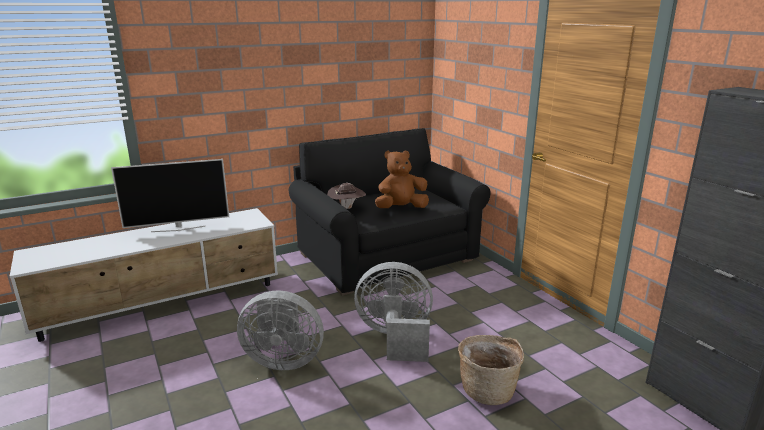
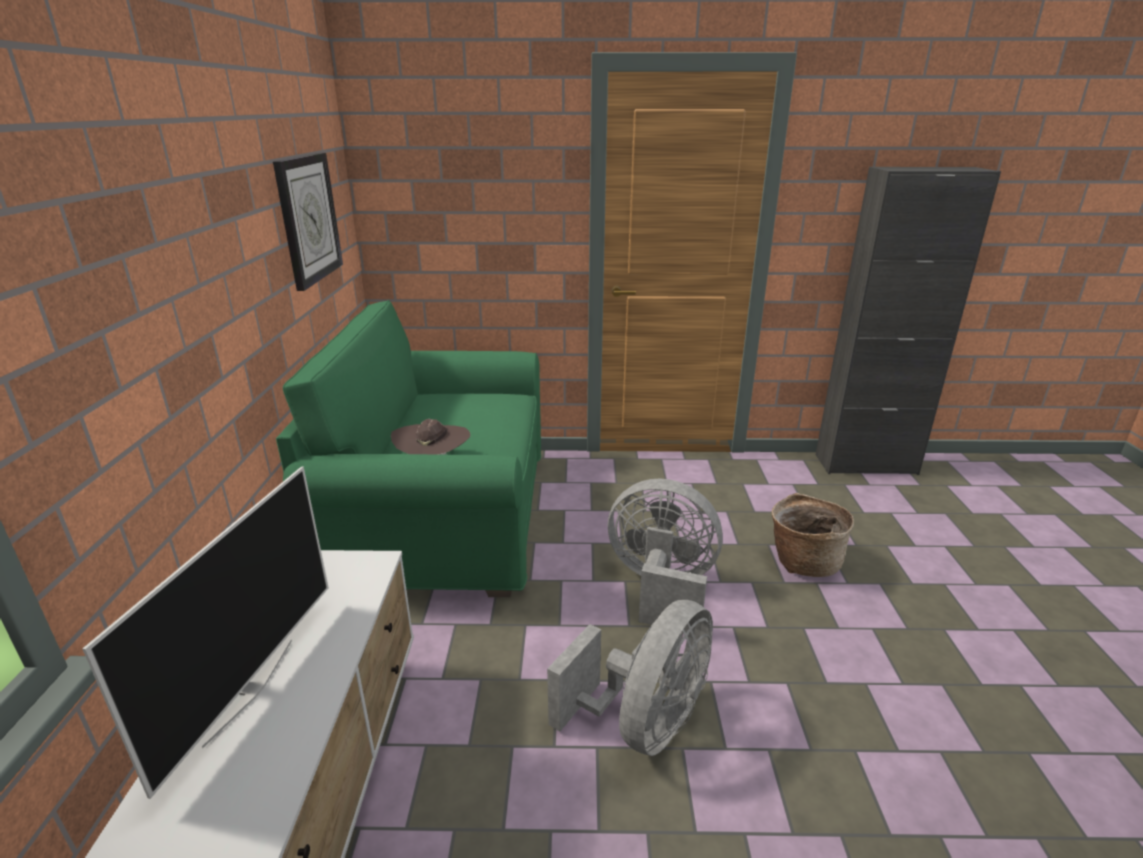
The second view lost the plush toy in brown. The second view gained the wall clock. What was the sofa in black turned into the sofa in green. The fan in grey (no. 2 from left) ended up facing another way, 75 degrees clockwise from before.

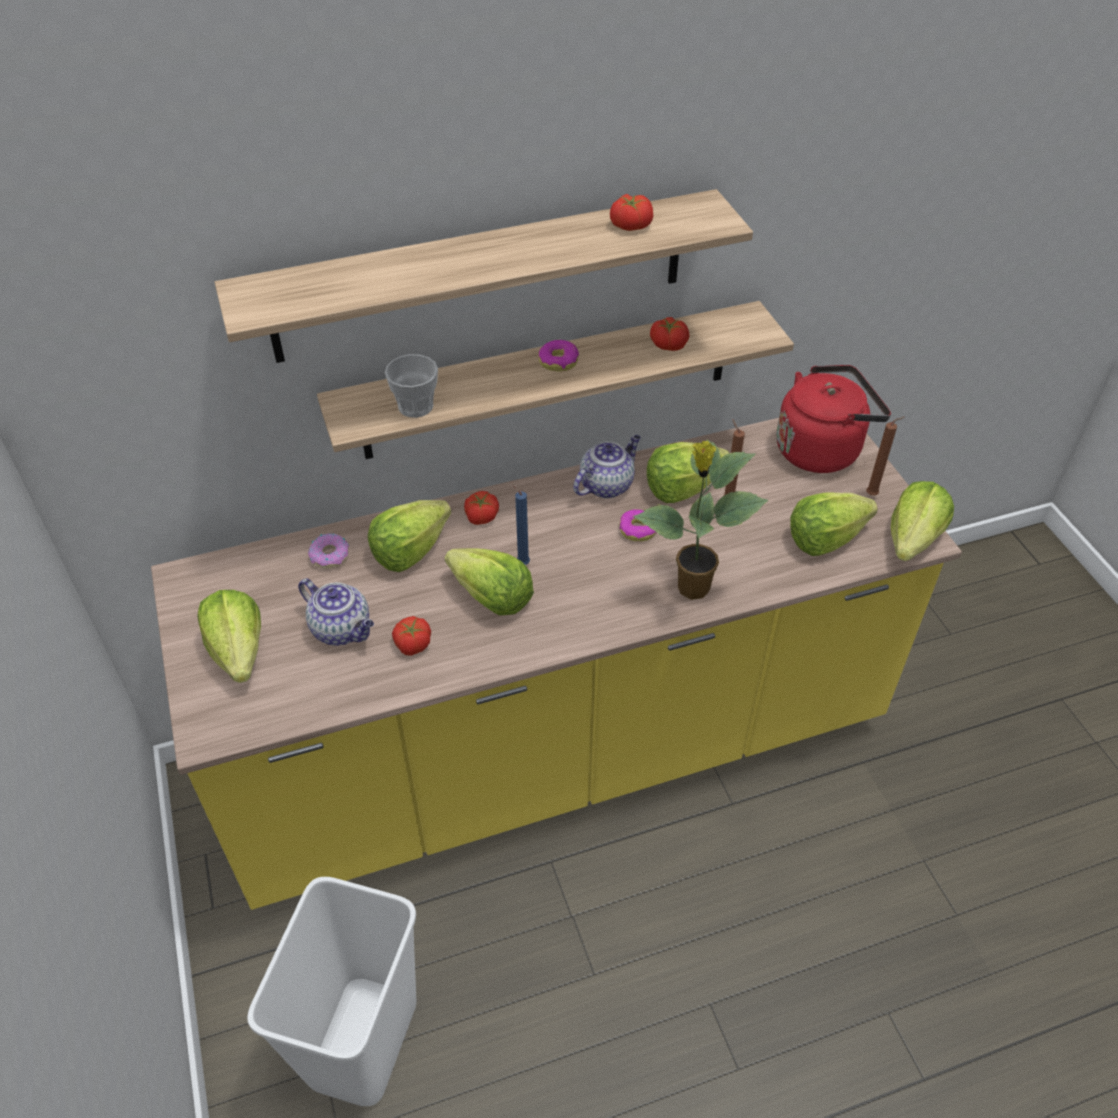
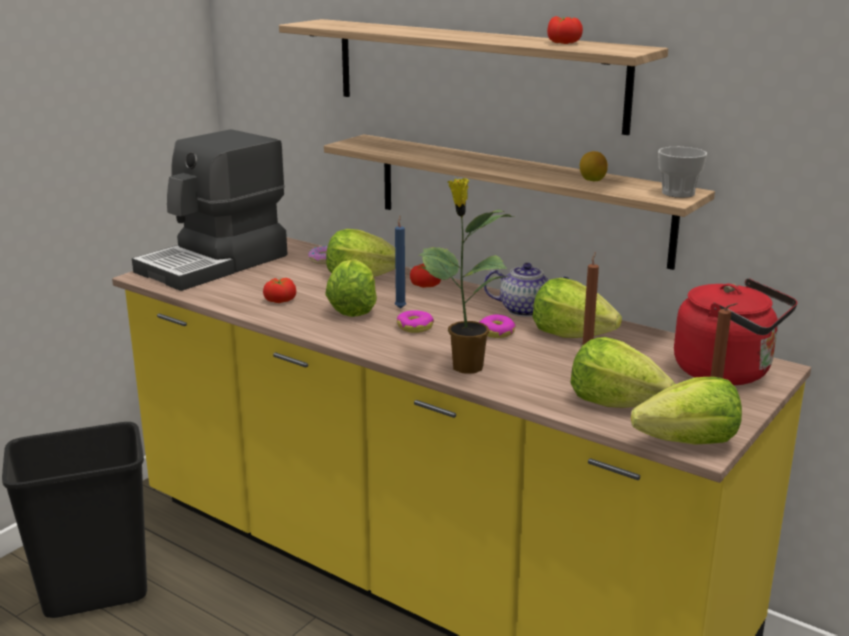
The second view lost the teapot (no. 1 from left). The cup ended up elsewhere. The donut (no. 2 from left) ended up elsewhere. Where the lettuce (no. 1 from left) stood, the coffee machine came to stand. Where the tomato (no. 4 from left) stood, the lemon came to stand. What was the trash can in white turned into the trash can in black.

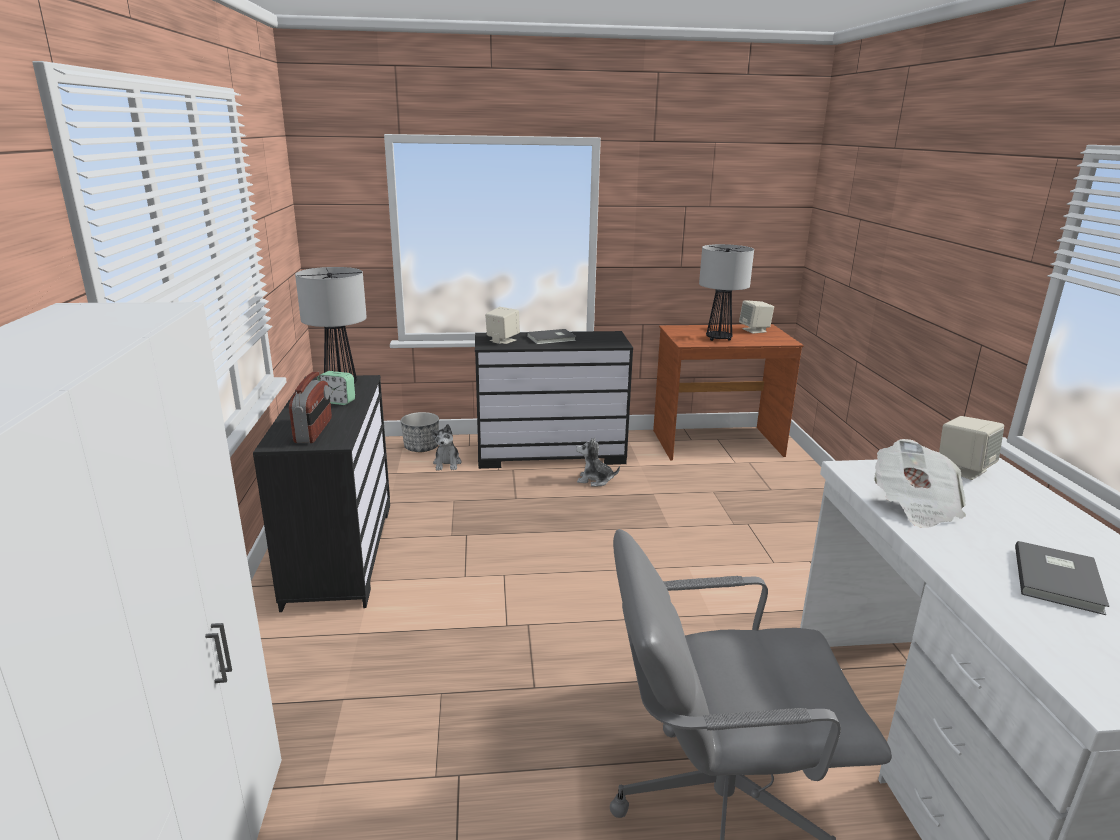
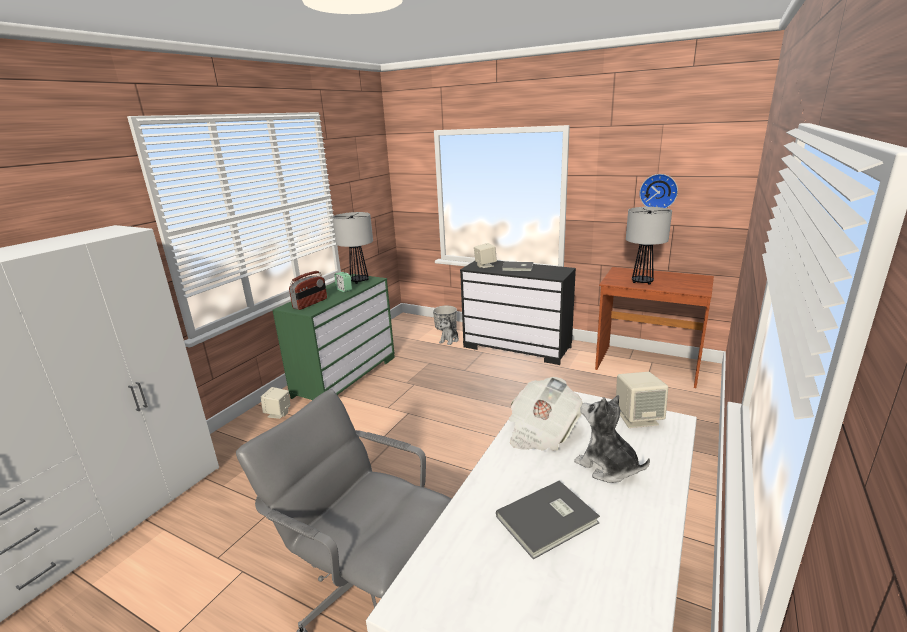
The second view gained the wall clock. The plush toy (no. 2 from left) ended up elsewhere. The speaker in beige (no. 2 from left in the first image) ended up elsewhere. What was the dresser in black (no. 1 from left) turned into the dresser in green.

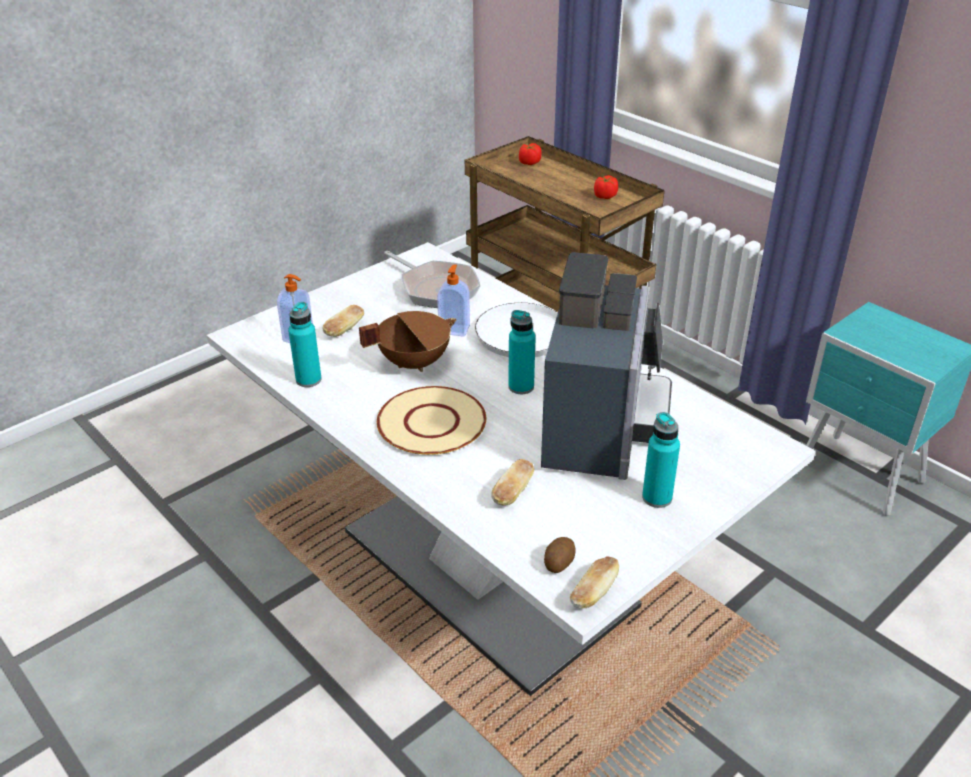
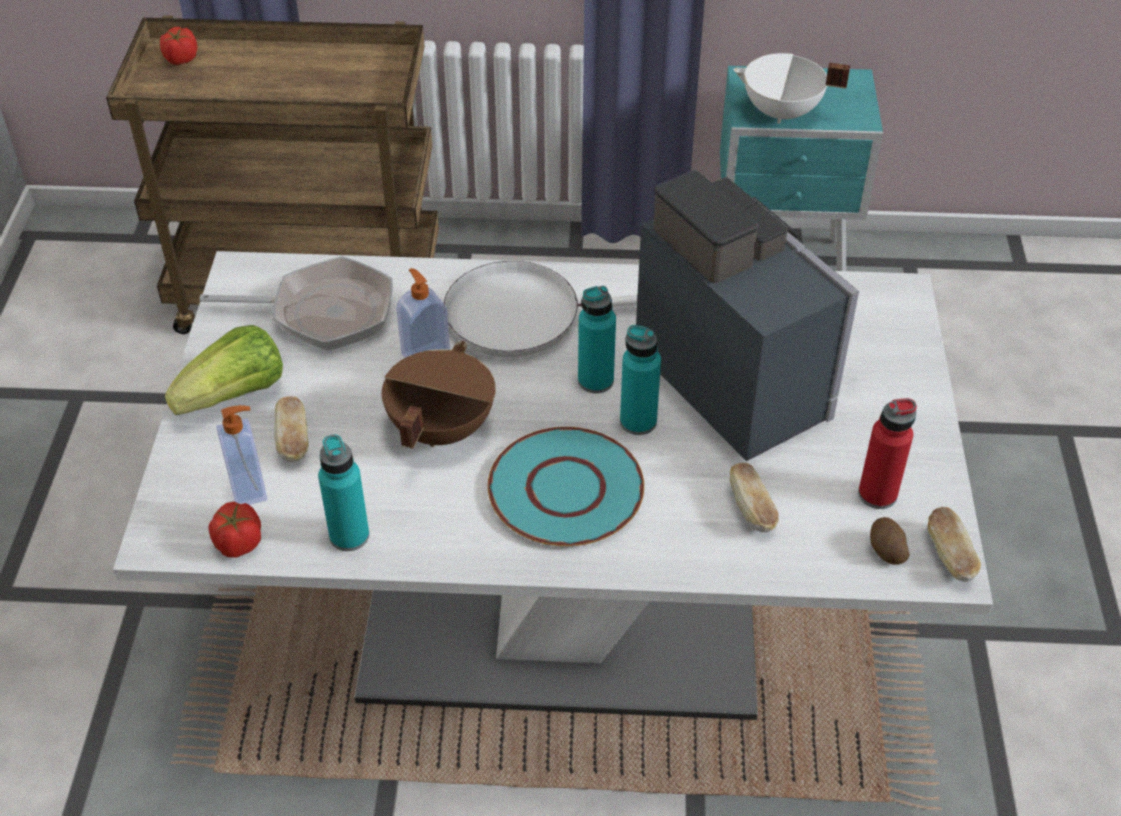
The second view gained the lettuce. The second view gained the cooking pot in white. The second view gained the bottle in red. The tomato (no. 2 from left) ended up elsewhere. The bottle in turquoise (no. 3 from left) ended up elsewhere. What was the plate in beige turned into the plate in turquoise.

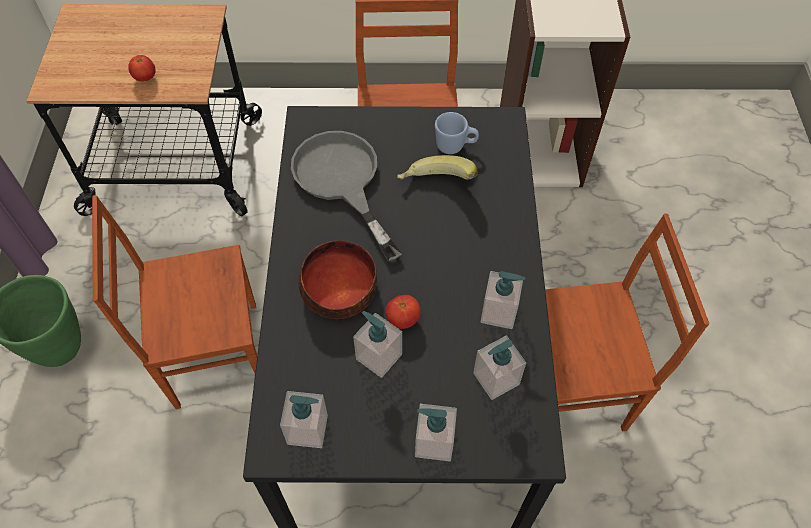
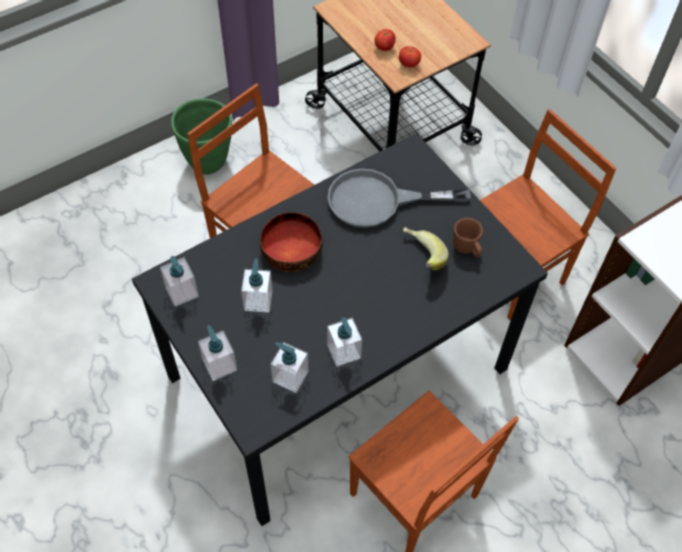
The tomato (no. 2 from left) ended up elsewhere. What was the mug in blue turned into the mug in brown. The frying pan in grey ended up facing another way, 120 degrees counterclockwise from before.

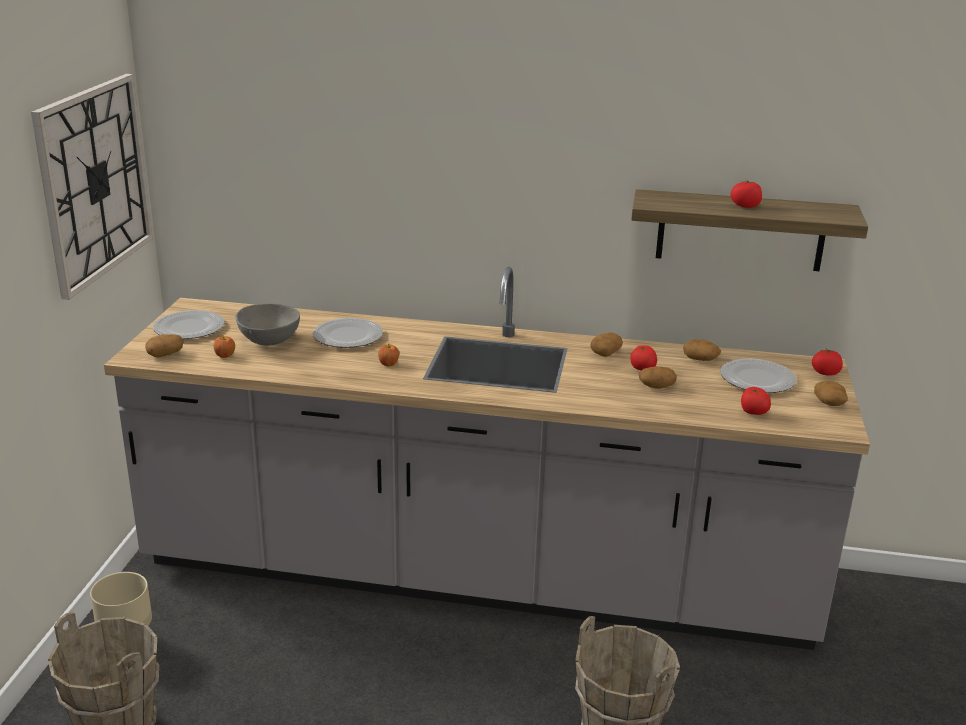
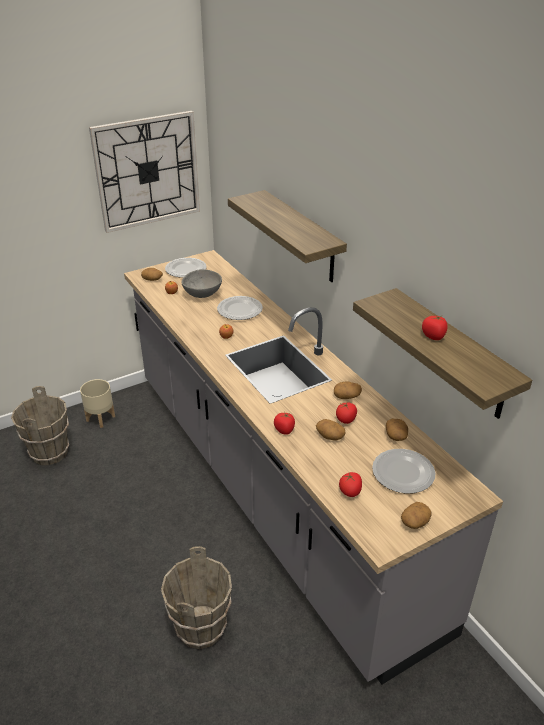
The second view gained the shelf (no. 1 from left). The tomato (no. 4 from left in the first image) ended up elsewhere.

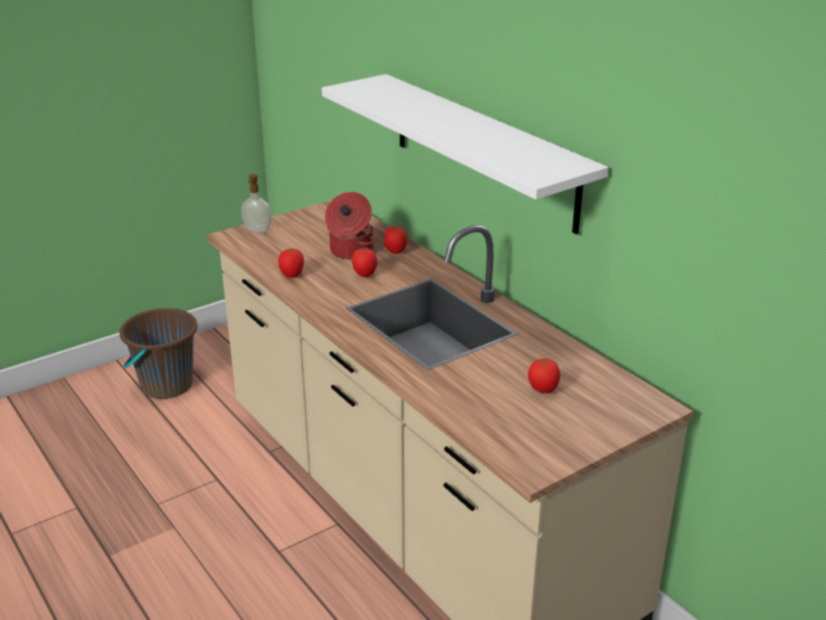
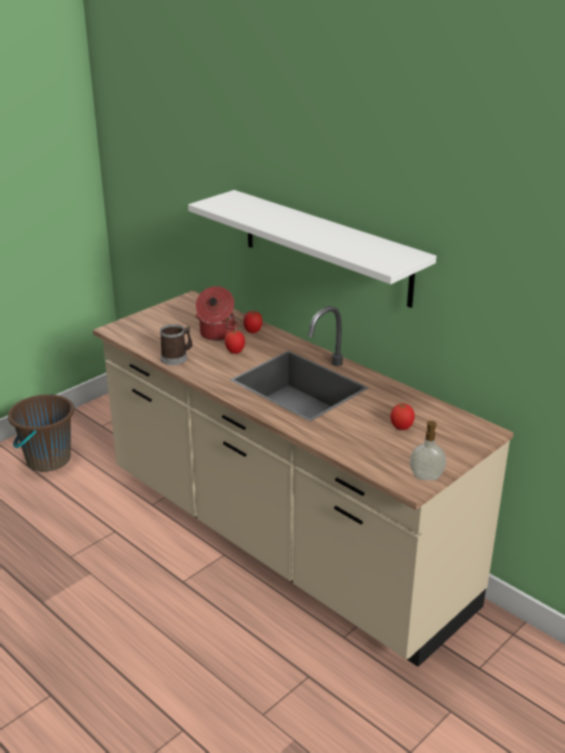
The soap dispenser ended up elsewhere. Where the tomato (no. 1 from left) stood, the mug came to stand.

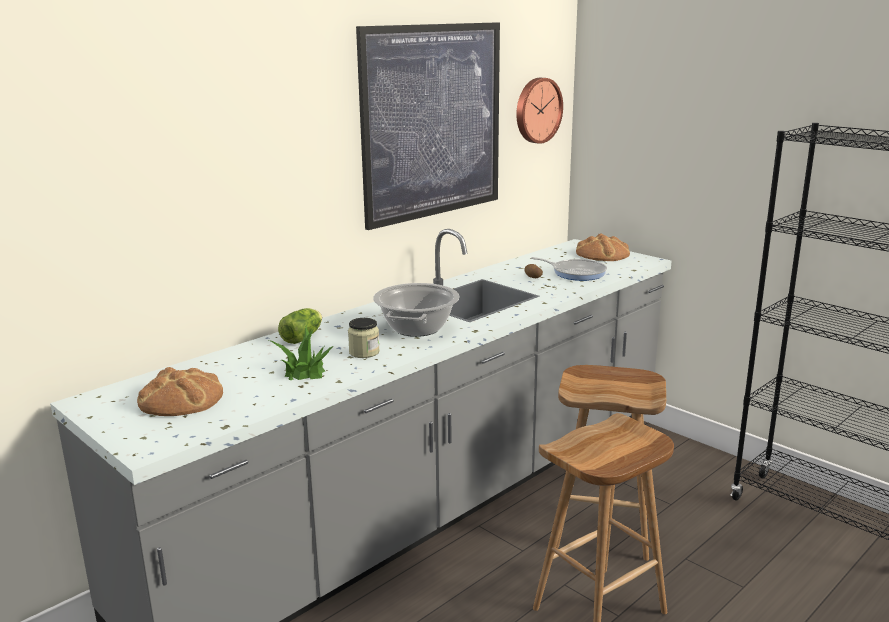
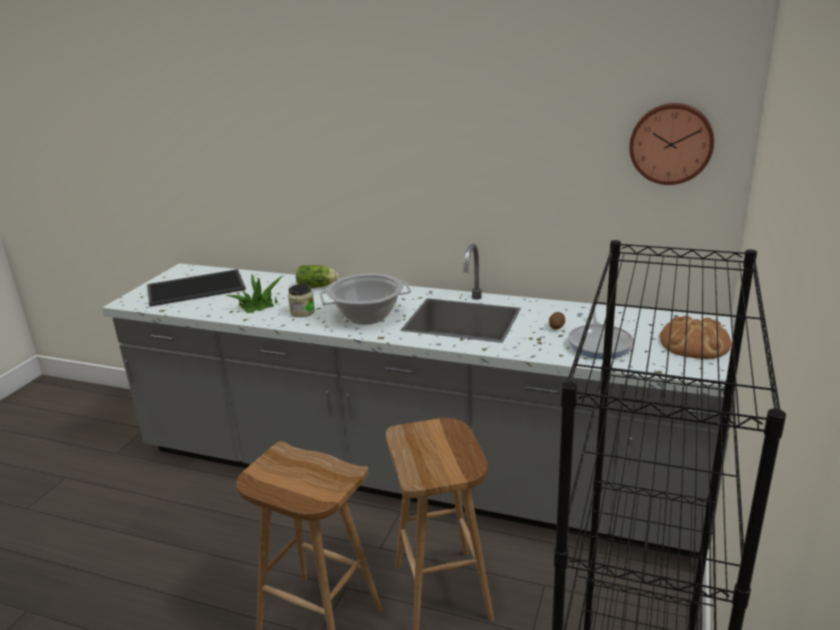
The second view lost the picture. Where the bread (no. 1 from left) stood, the tray came to stand.

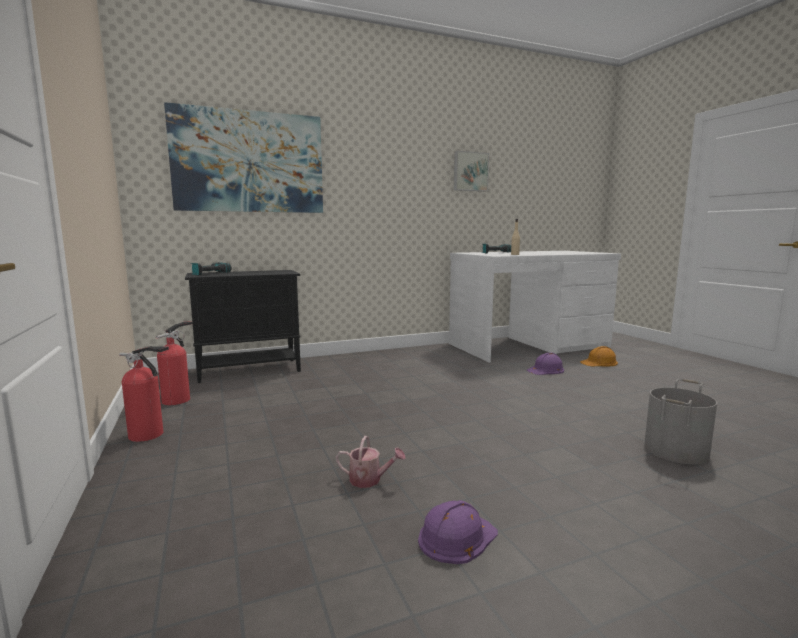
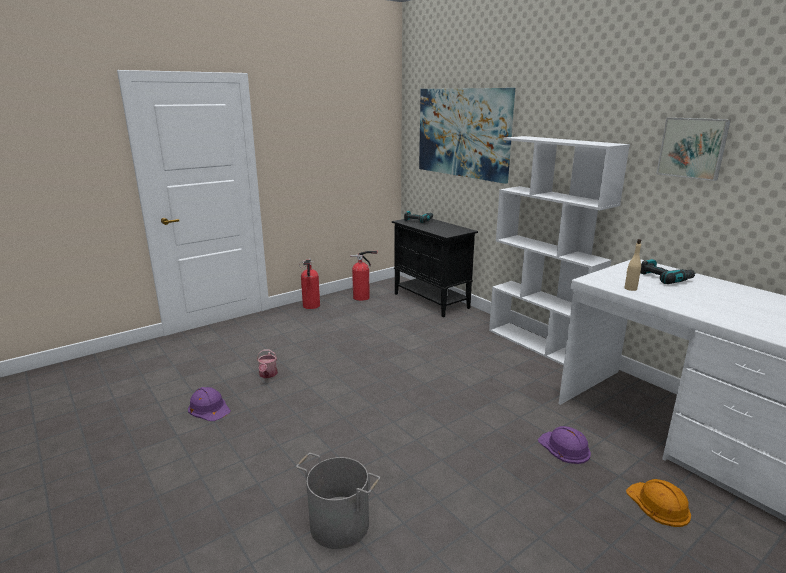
The second view gained the bookcase in white.

